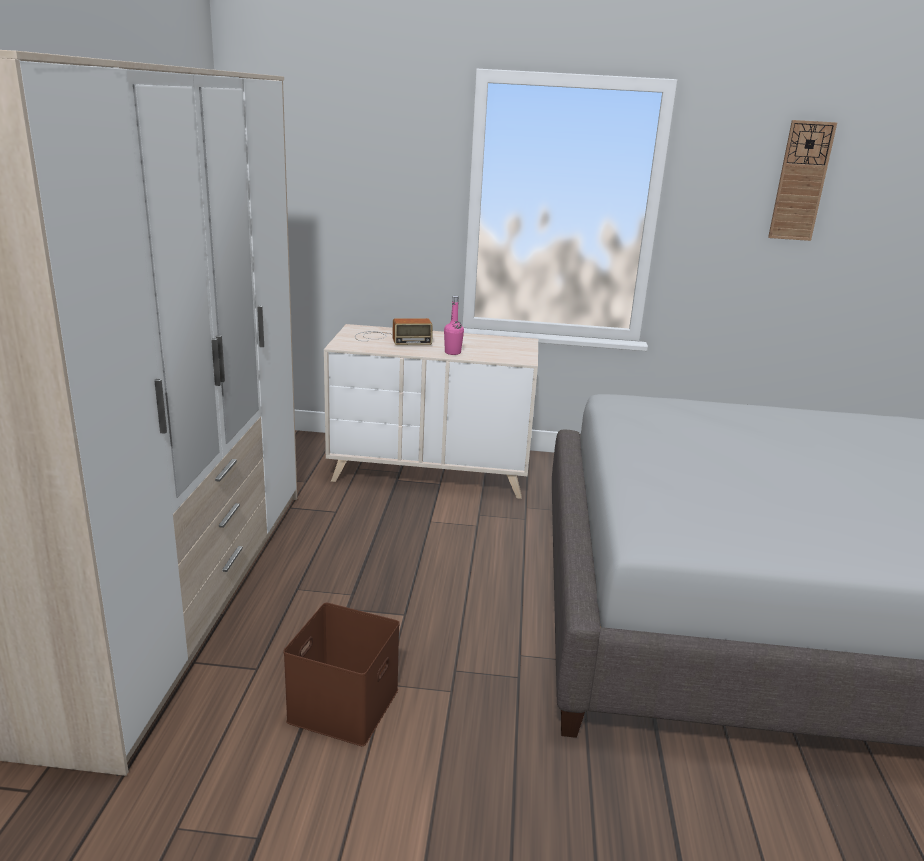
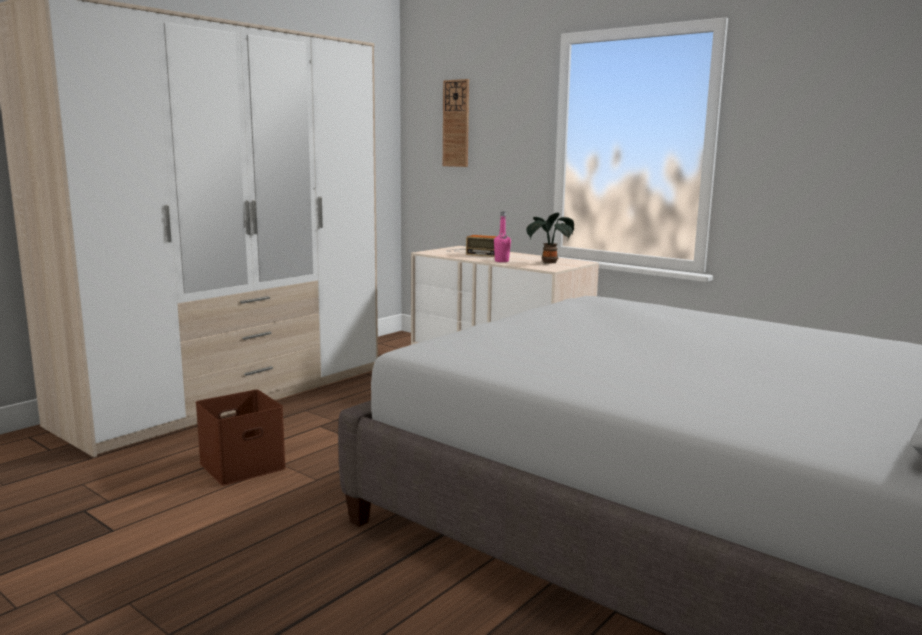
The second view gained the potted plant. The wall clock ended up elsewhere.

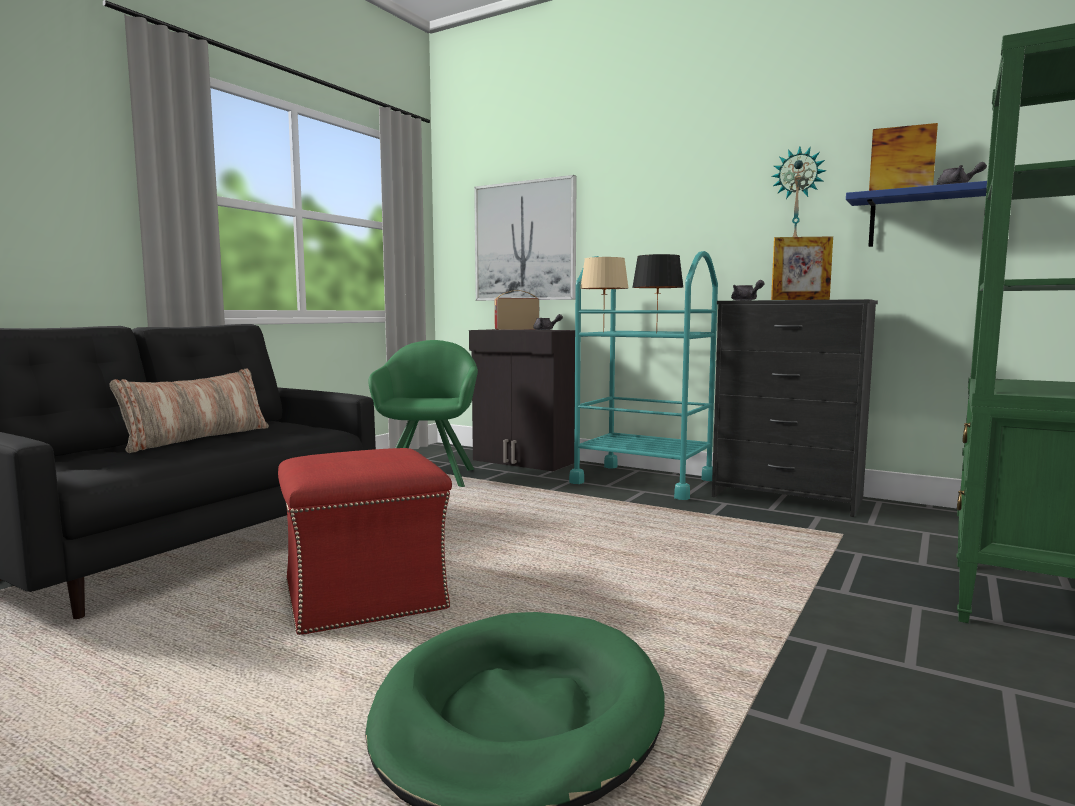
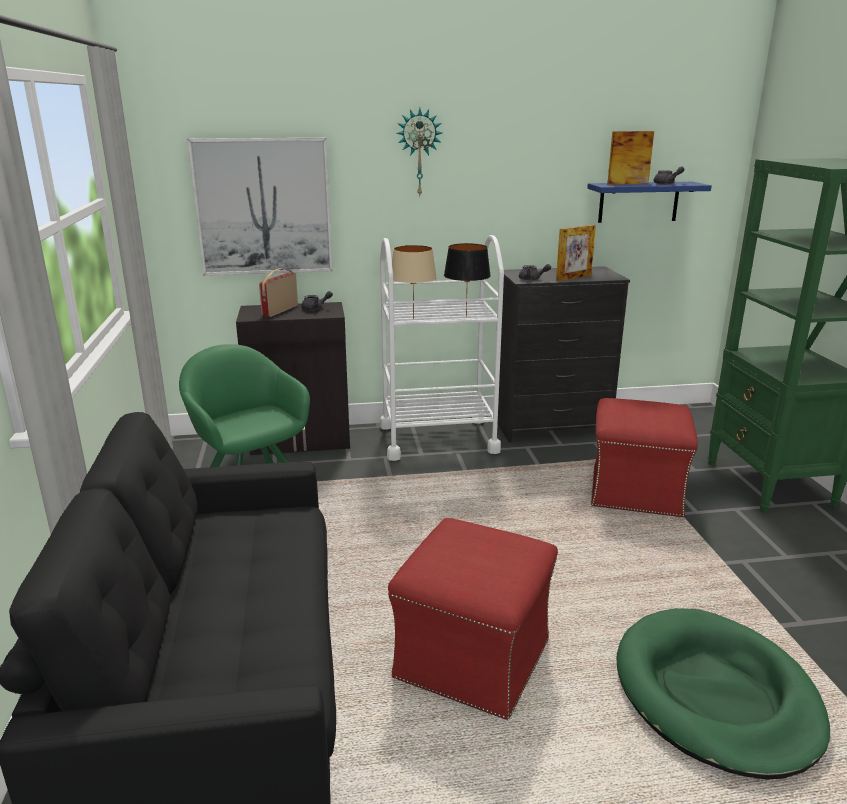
The second view lost the pillow. The second view gained the ottoman in red (no. 2 from left). The wall clock ended up elsewhere. What was the cart in turquoise turned into the cart in white.

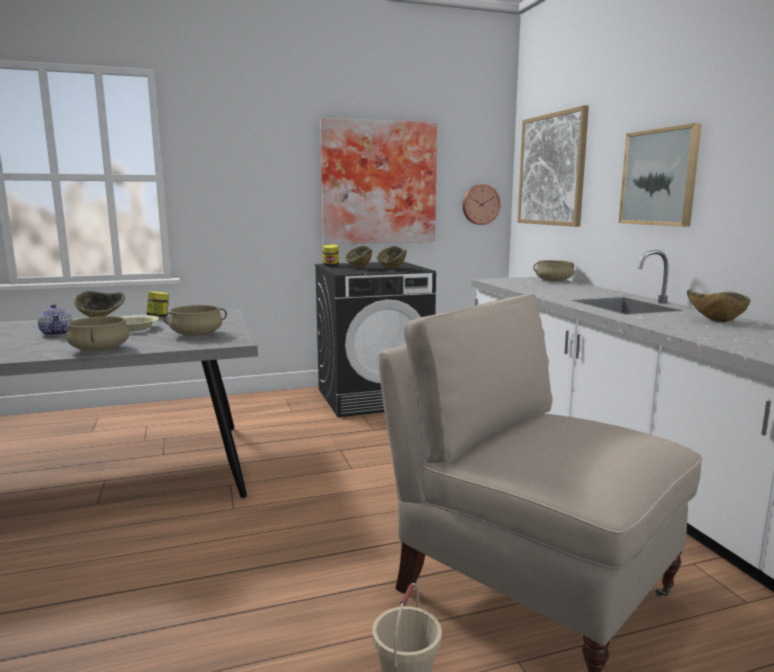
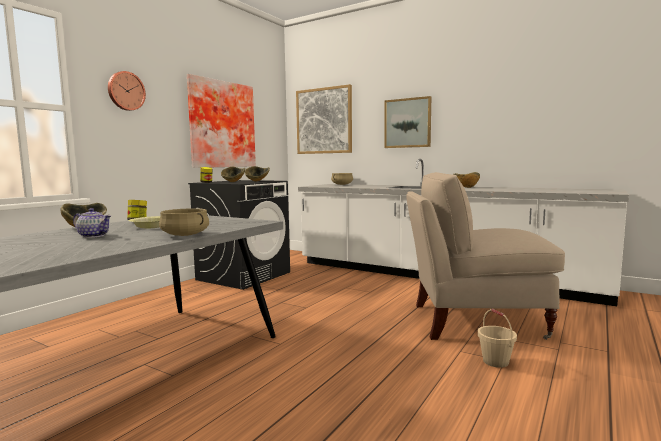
The second view lost the cooking pot in beige (no. 2 from left). The wall clock ended up elsewhere.

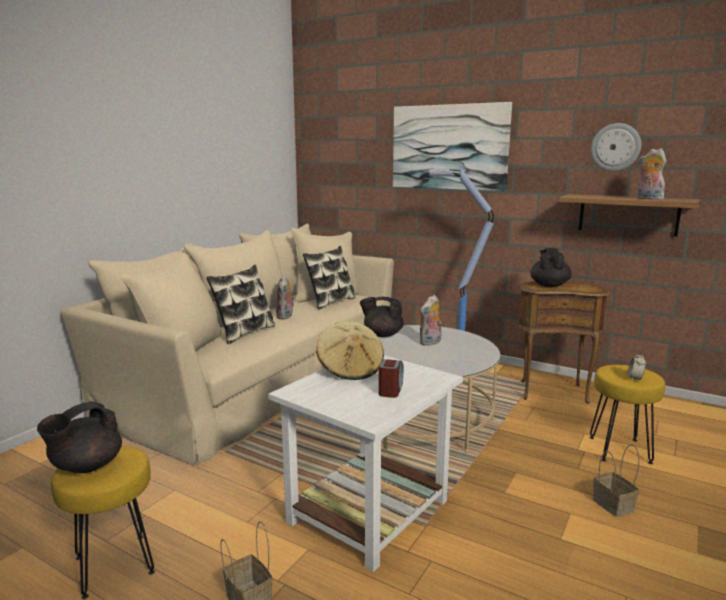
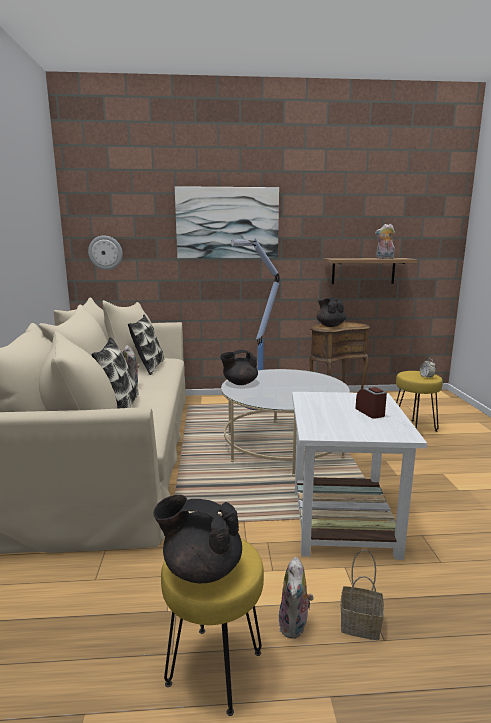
The second view lost the hat in beige. The second view lost the basket (no. 2 from left). The plush toy (no. 2 from left) ended up elsewhere. The wall clock ended up elsewhere. The teapot in black (no. 1 from left) ended up facing another way, 105 degrees clockwise from before.

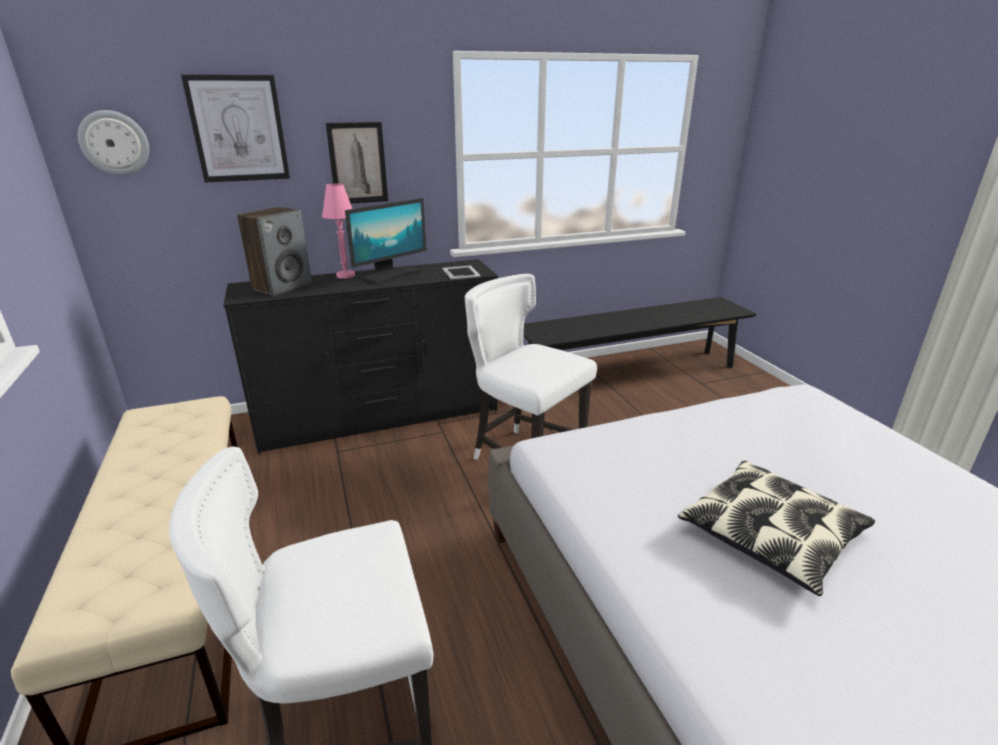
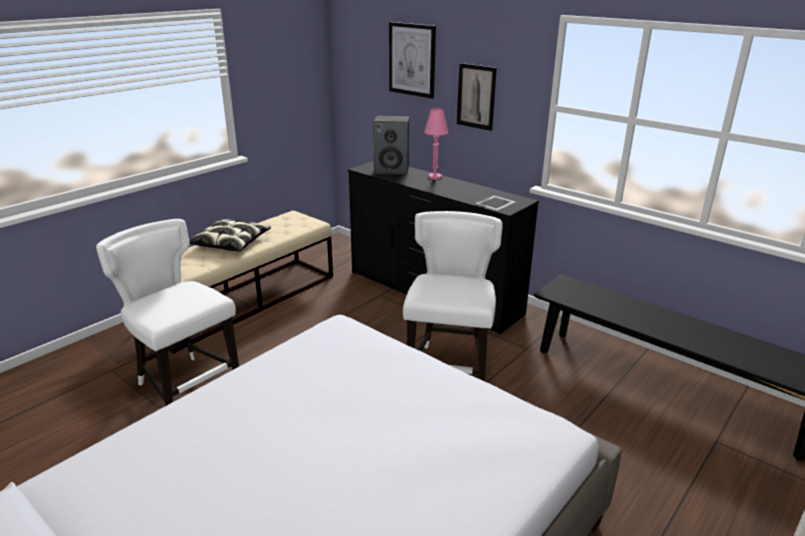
The second view lost the wall clock. The second view lost the monitor. The pillow ended up elsewhere.

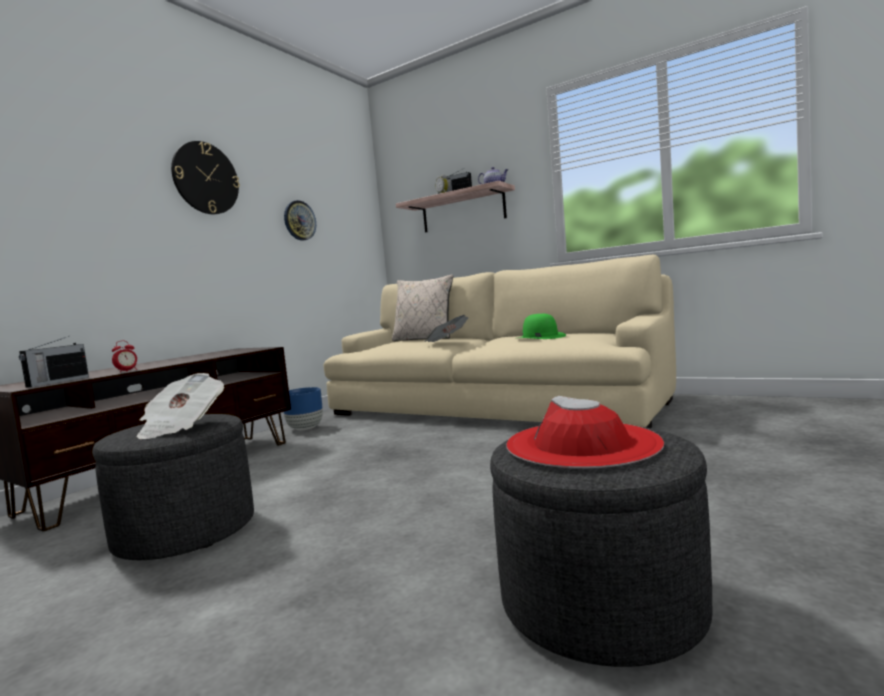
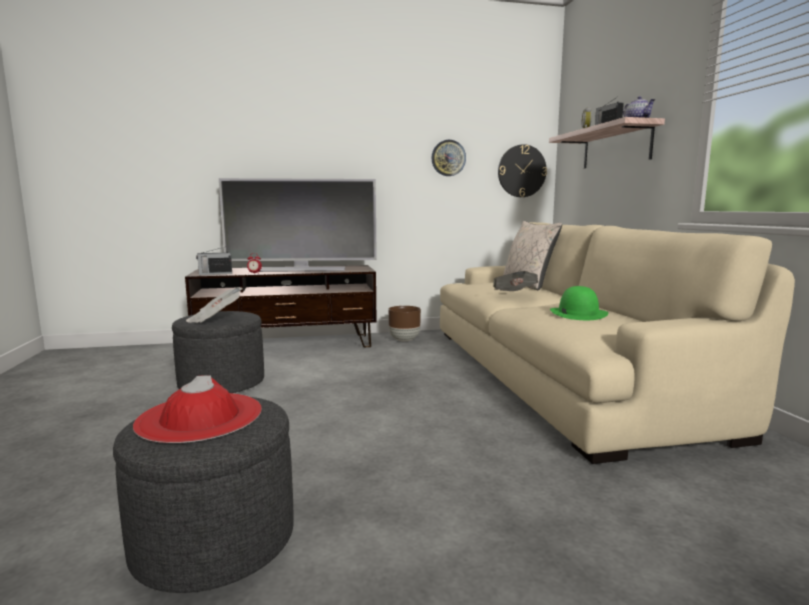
The second view gained the television. The wall clock (no. 1 from left in the first image) ended up elsewhere. What was the planter in blue turned into the planter in brown.

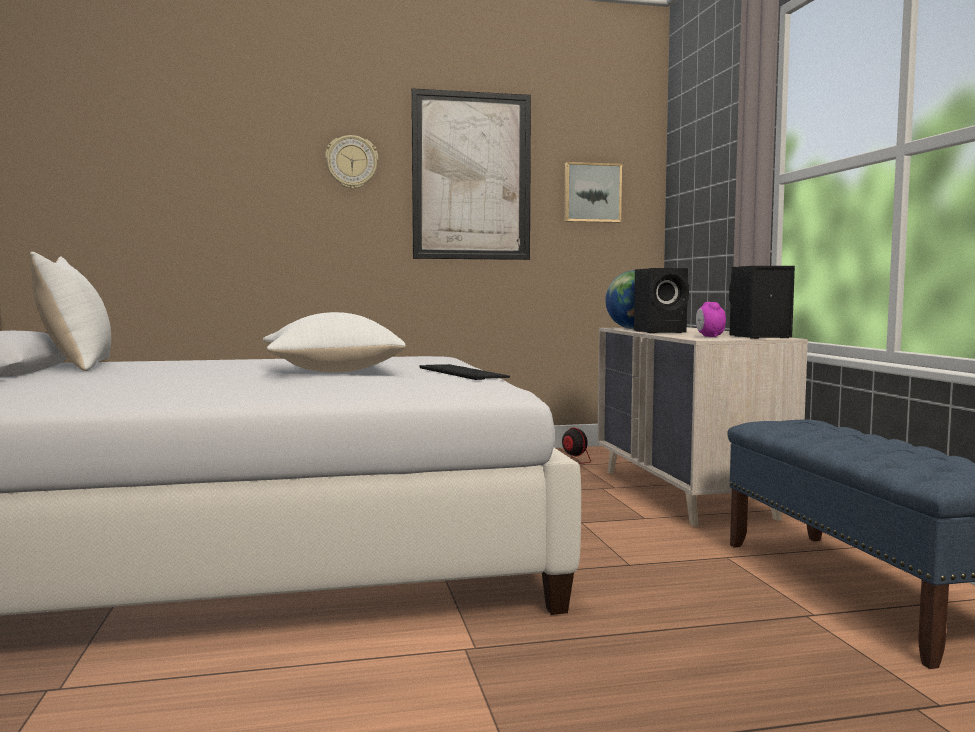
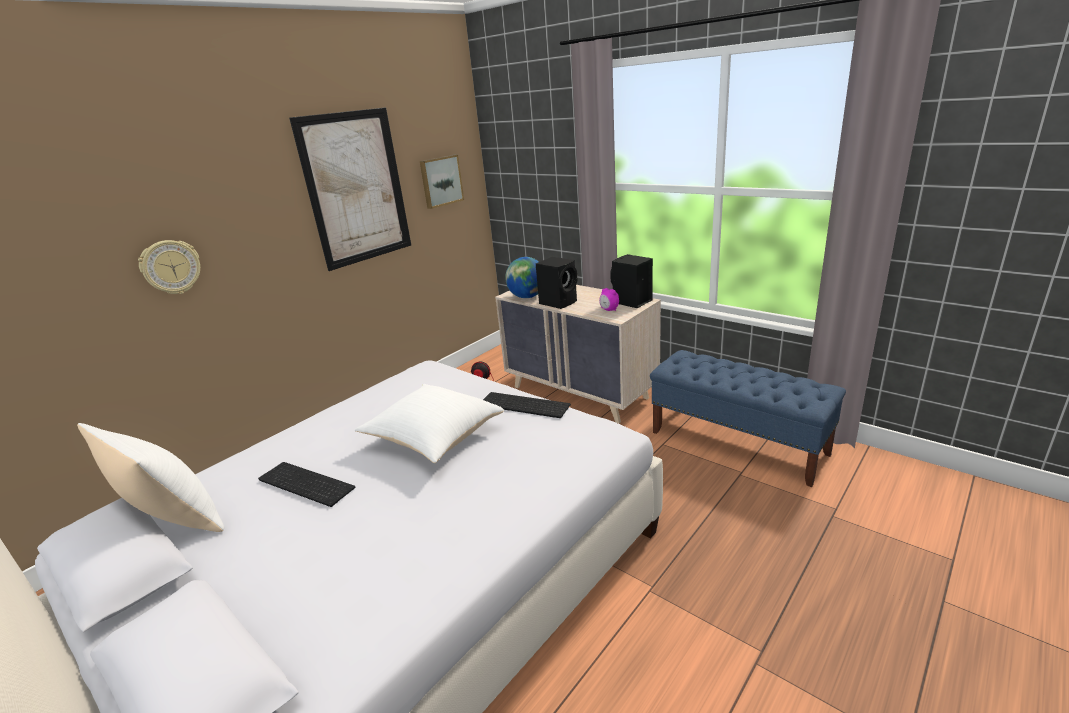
The second view gained the keyboard (no. 1 from left). The wall clock ended up elsewhere.

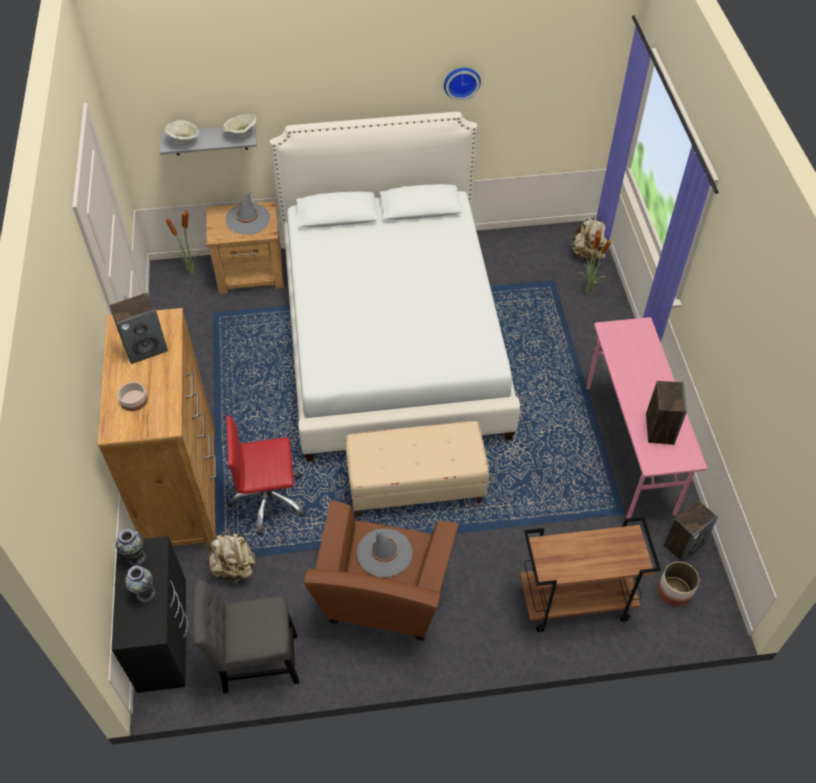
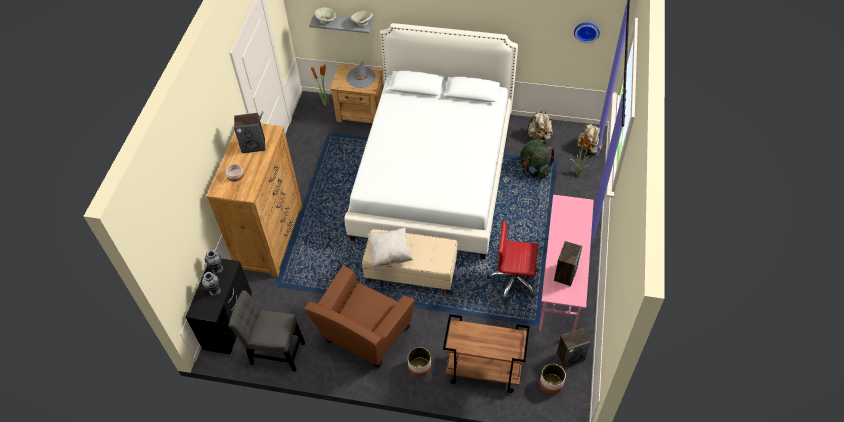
The second view lost the hat in grey (no. 2 from left). The second view gained the pillow in beige. The second view gained the planter (no. 1 from left). The second view gained the backpack in green. The backpack in beige (no. 1 from left) ended up elsewhere. The office chair in red ended up elsewhere. The wall clock ended up elsewhere.

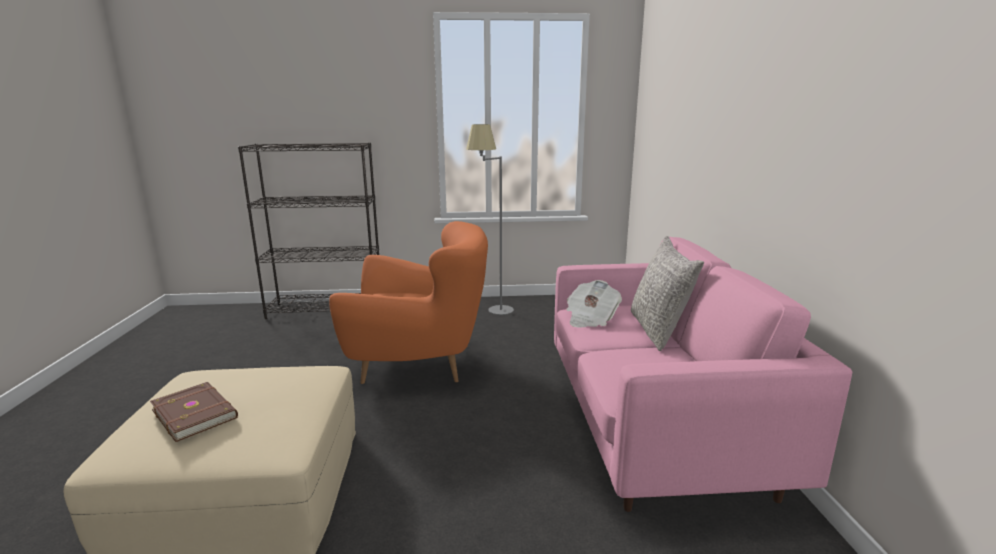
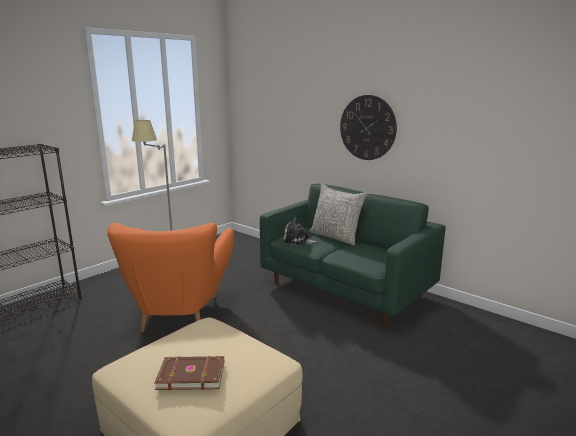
The second view gained the wall clock. Where the newspaper stood, the plush toy came to stand. What was the sofa in pink turned into the sofa in green. The armchair in orange ended up facing another way, 135 degrees clockwise from before.

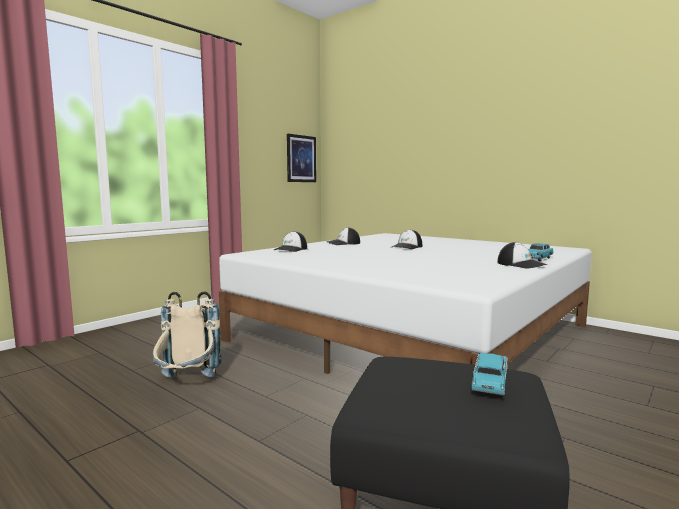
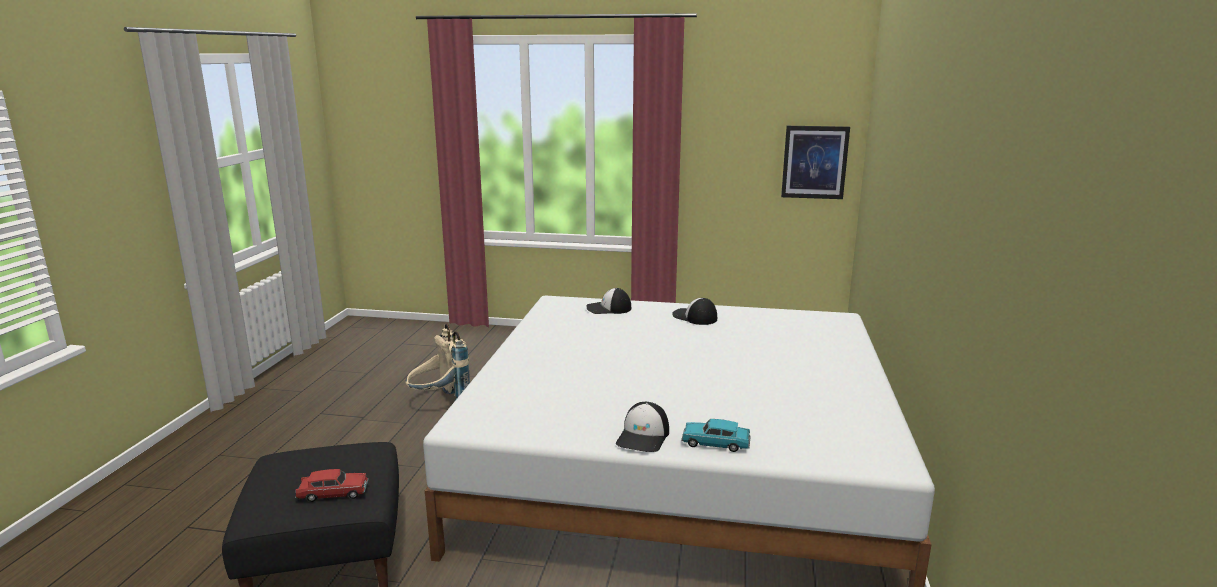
The second view lost the cap (no. 3 from left). What was the toy car in turquoise (no. 1 from left) turned into the toy car in red.

